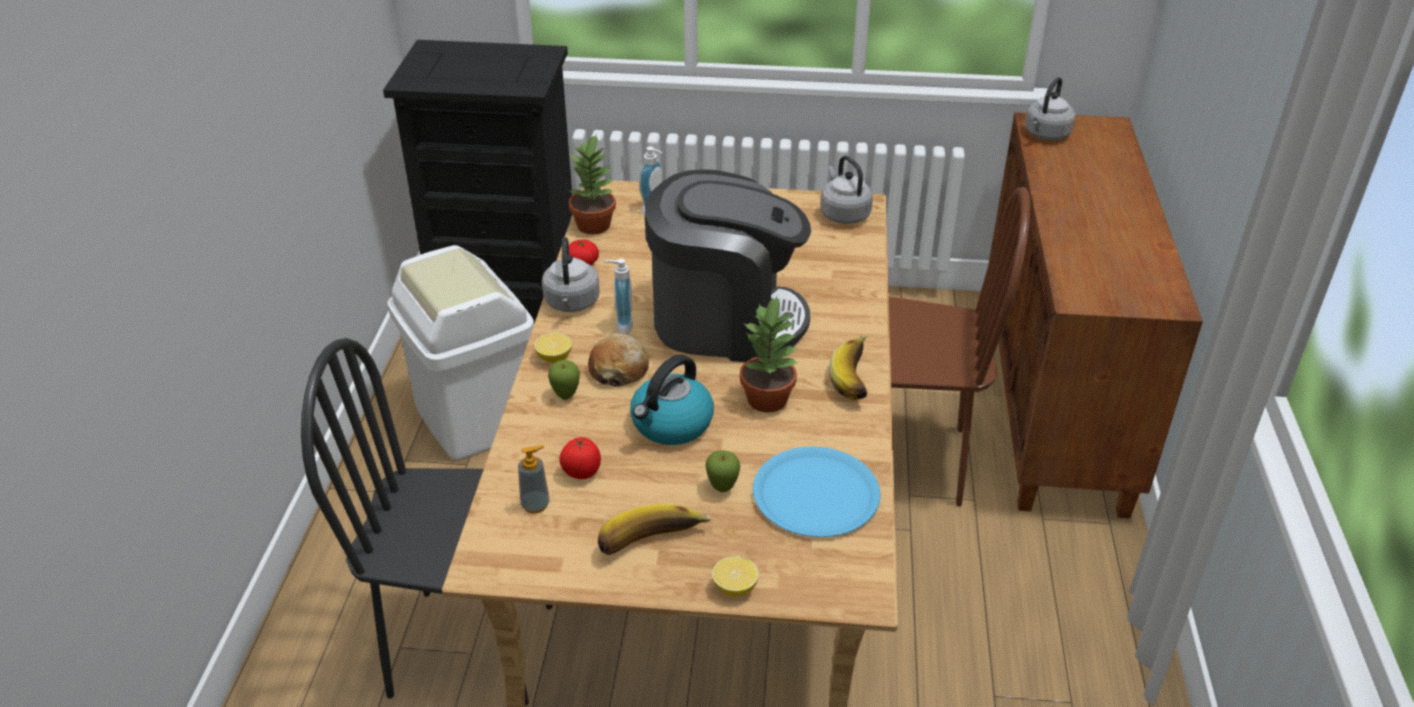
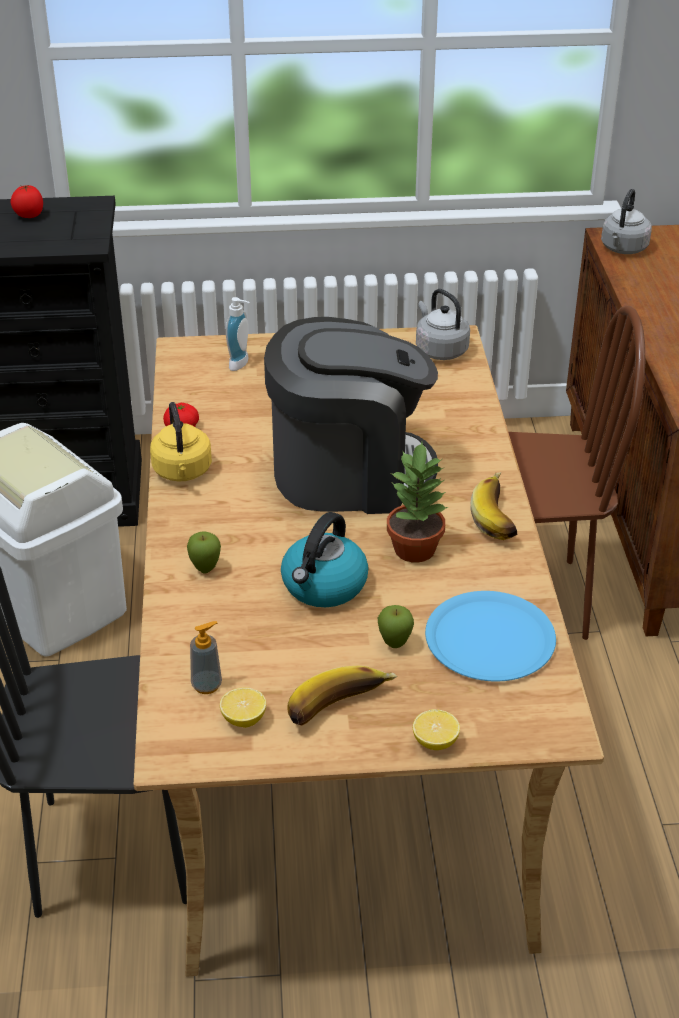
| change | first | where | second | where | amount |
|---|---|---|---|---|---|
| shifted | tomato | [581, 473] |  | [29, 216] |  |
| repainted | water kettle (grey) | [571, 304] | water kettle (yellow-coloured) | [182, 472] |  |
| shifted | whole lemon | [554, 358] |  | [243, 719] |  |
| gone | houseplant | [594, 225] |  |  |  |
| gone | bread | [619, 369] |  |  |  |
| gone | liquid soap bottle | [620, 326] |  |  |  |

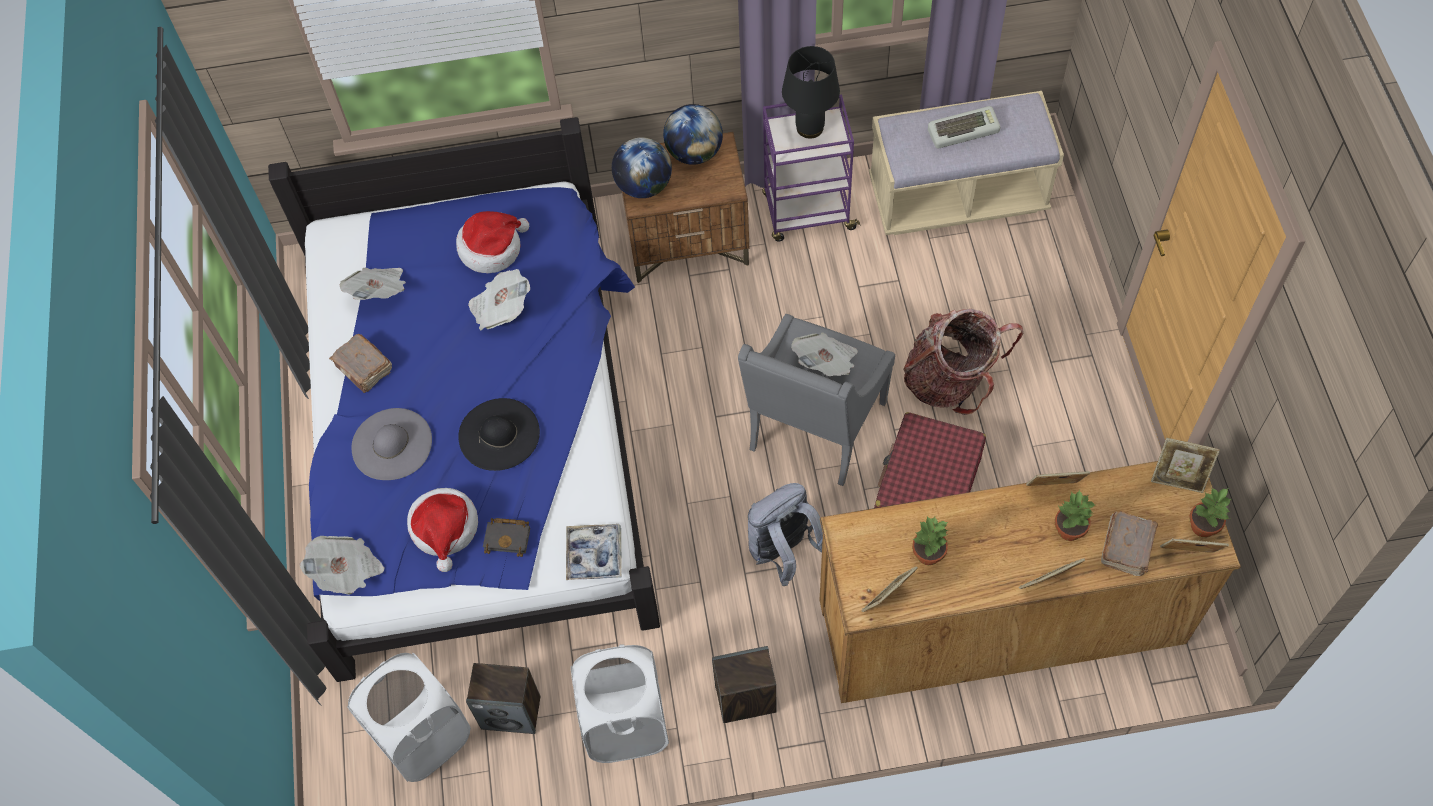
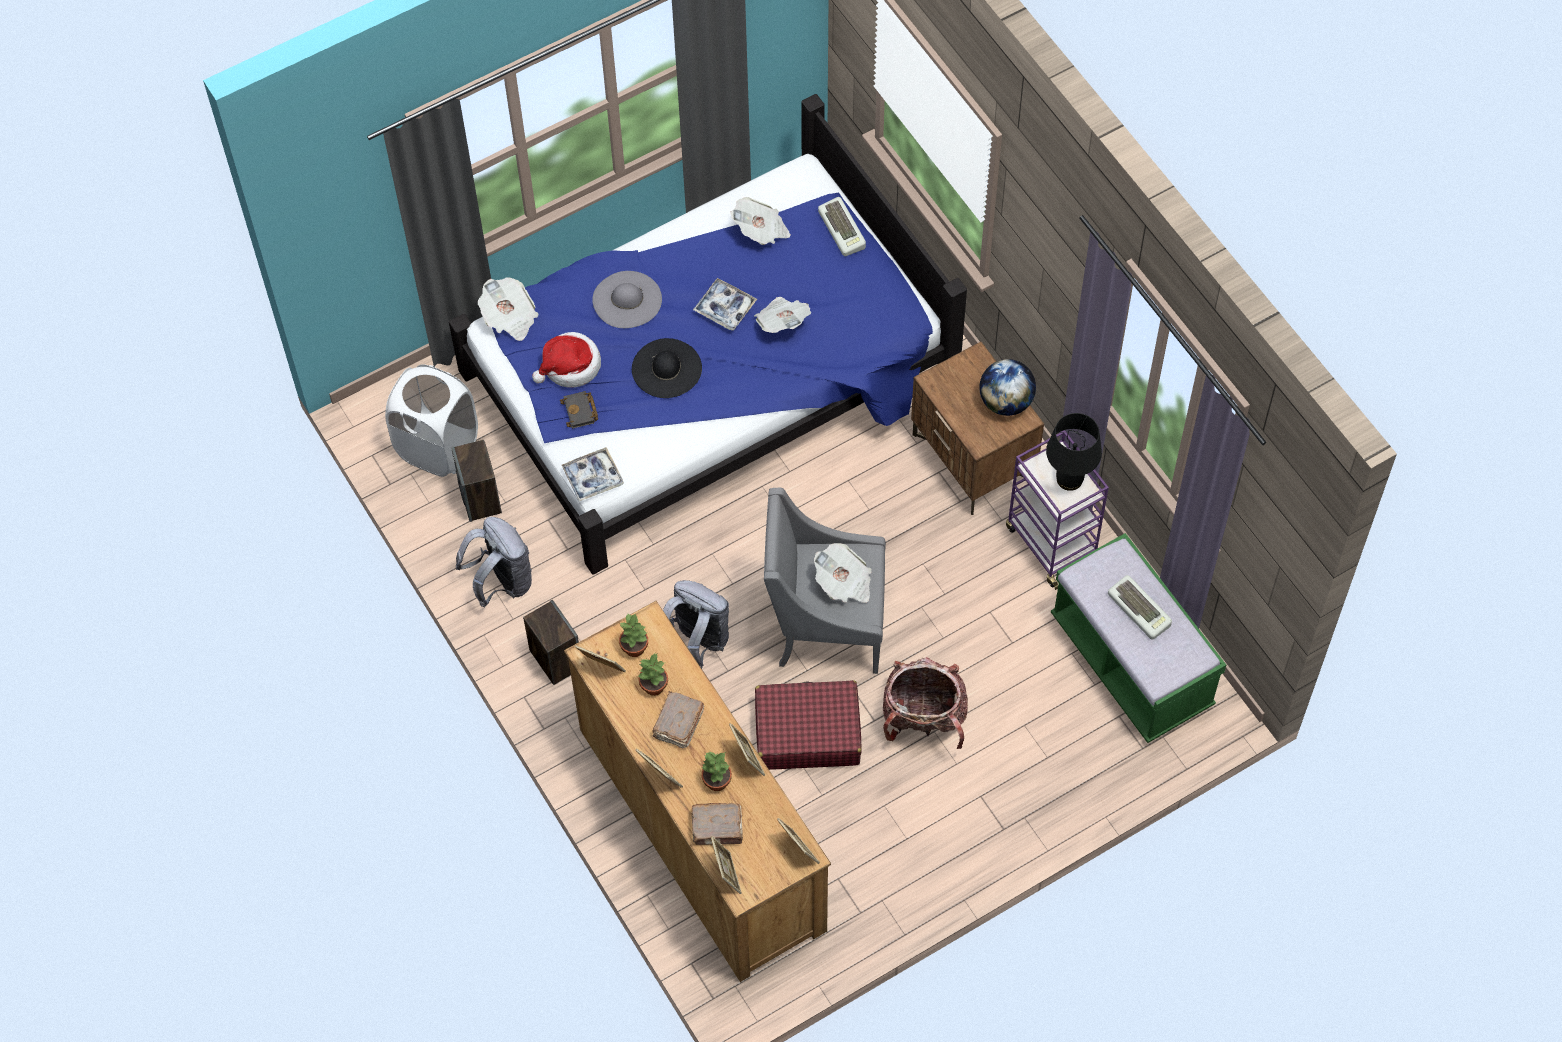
| change | first | where | second | where | amount |
|---|---|---|---|---|---|
| swapped | laundry basket (whitish) | [626, 725] | rucksack (grey) | [501, 582] |  |
| shifted | houseplant | [1203, 525] |  | [635, 647] |  |
| shifted | volume (brown-coloured) | [364, 369] |  | [678, 724] |  |
| new |  |  | carrying tray | [725, 308] |  |
| rotated | standing frame | [1178, 478] |  | [798, 851] | 150 degrees clockwise |
| new |  |  | keyboard | [843, 230] |  |
| repainted | bench (beige) | [957, 197] | bench (green) | [1131, 662] |  |
| gone | clothing hat | [492, 248] |  |  |  |
| gone | globe | [644, 186] |  |  |  |

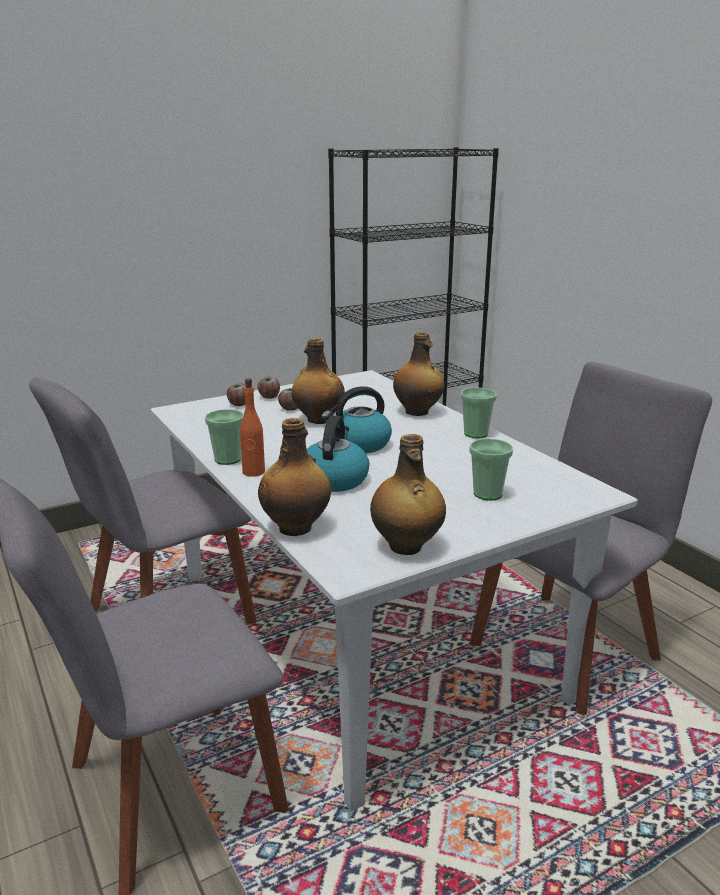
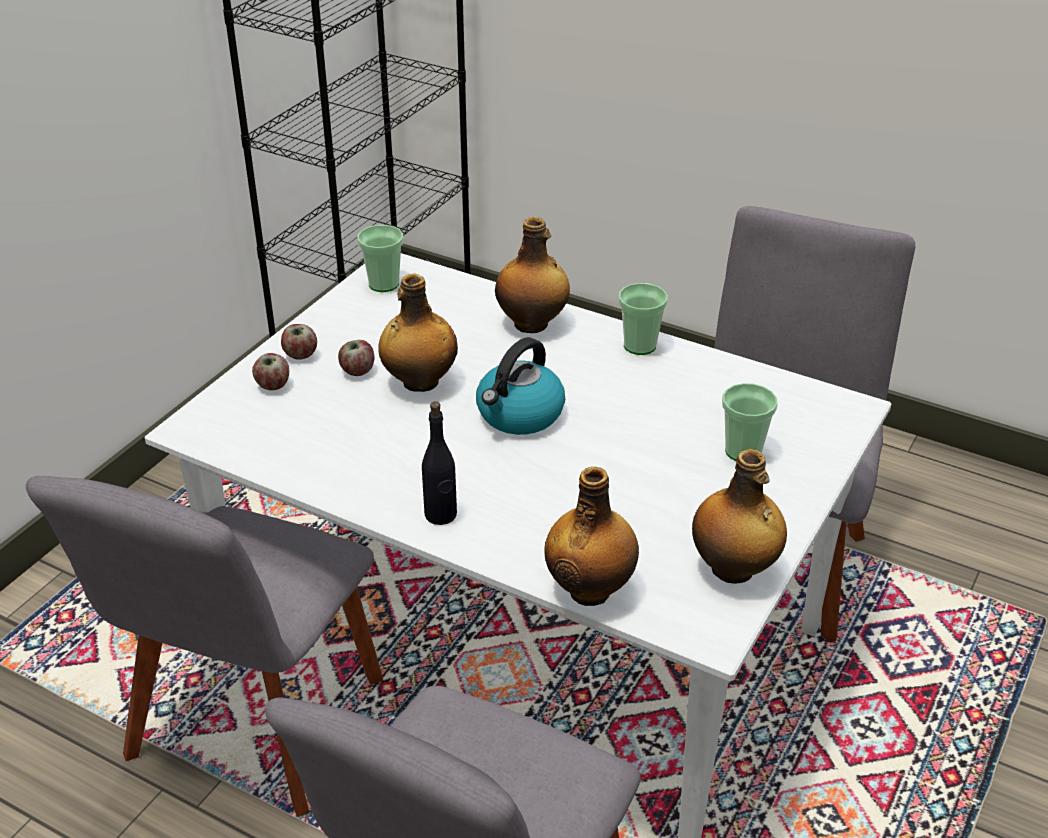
| change | first | where | second | where | amount |
|---|---|---|---|---|---|
| shifted | cup | [227, 459] |  | [383, 284] |  |
| repainted | bottle (orange) | [253, 472] | bottle (black-coloured) | [441, 515] |  |
| gone | water kettle | [334, 479] |  |  |  |

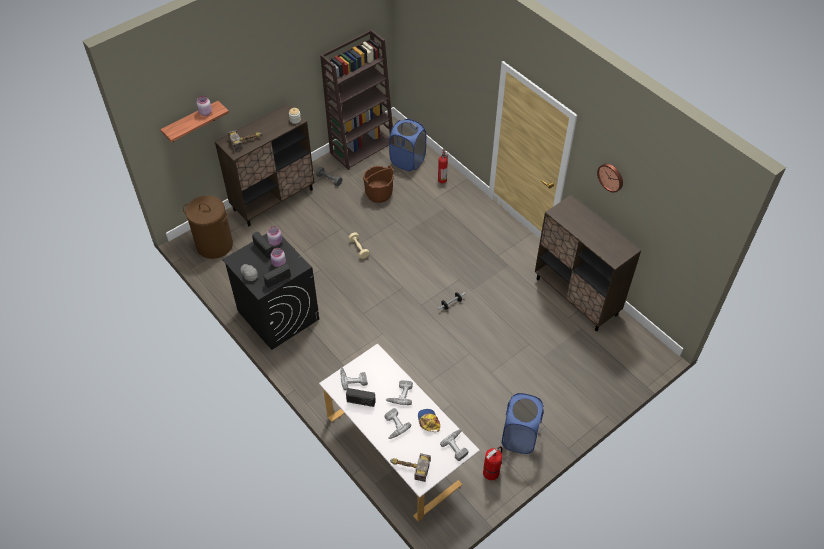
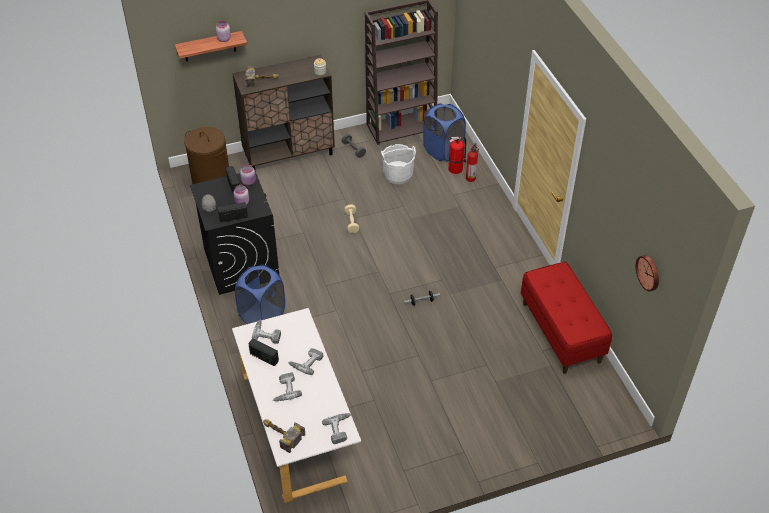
| change | first | where | second | where | amount |
|---|---|---|---|---|---|
| shifted | laundry basket (blue-coloured) | [519, 437] |  | [262, 316] |  |
| repainted | pail (brown-coloured) | [379, 193] | pail (whitish) | [398, 175] |  |
| shifted | fire-fighting cylinder | [491, 472] |  | [456, 168] |  |
| swapped | cabinet (brown-coloured) | [576, 297] | bench (red) | [561, 332] |  |
| shifted | clock on the wall | [611, 177] |  | [649, 272] |  |
| gone | baseball cap | [428, 421] |  |  |  |

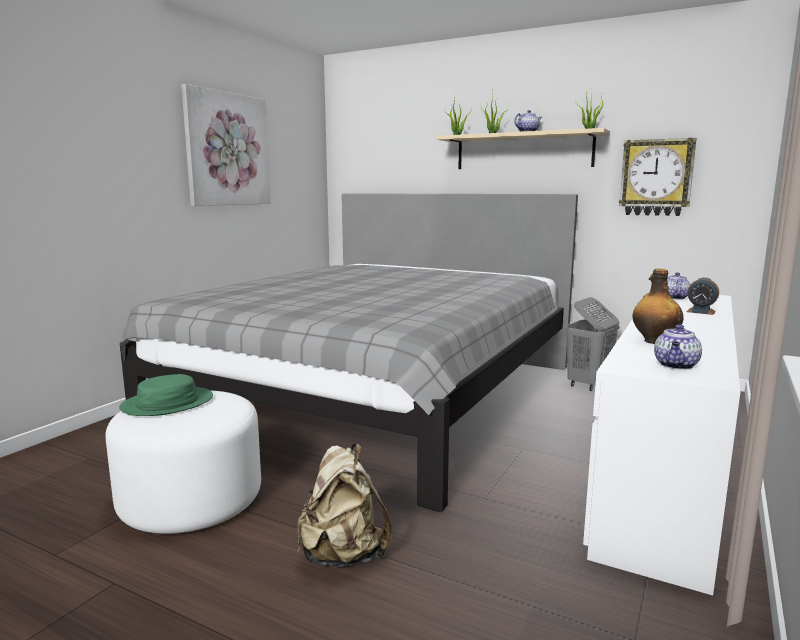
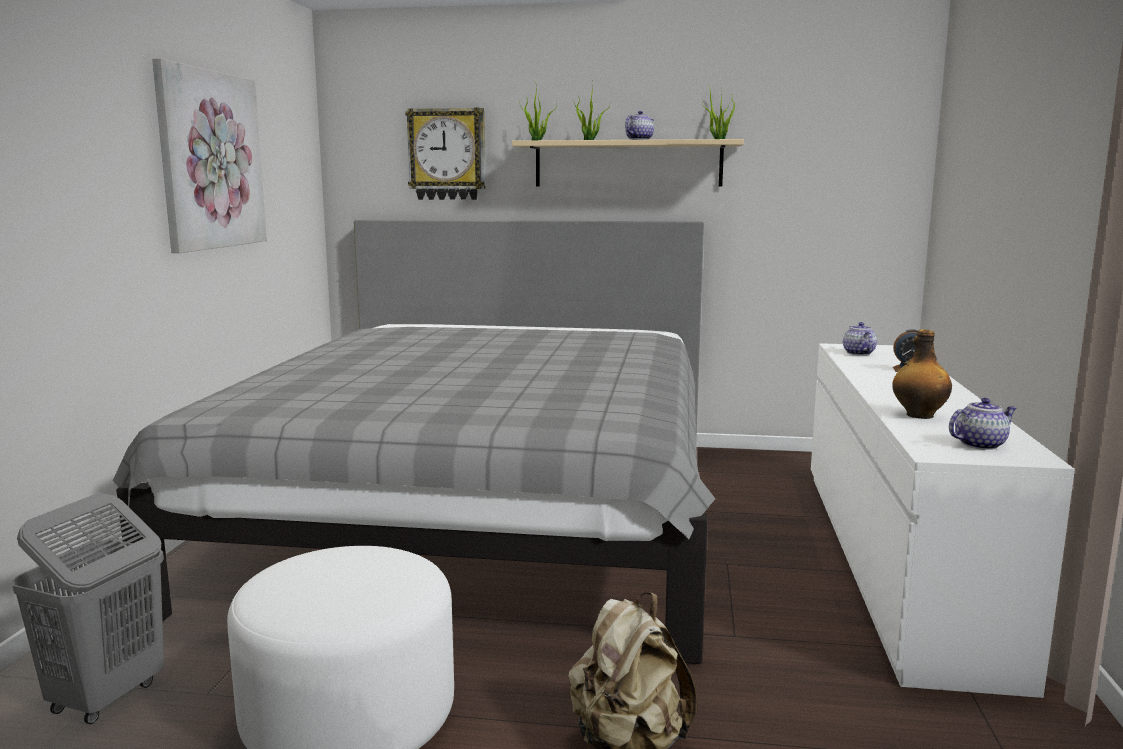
| change | first | where | second | where | amount |
|---|---|---|---|---|---|
| shifted | laundry basket (grey) | [588, 384] |  | [106, 698] |  |
| shifted | clock on the wall | [656, 177] |  | [447, 154] |  |
| rotated | teapot | [676, 366] |  | [980, 444] | 120 degrees counterclockwise |
| gone | clothing hat (green) | [167, 403] |  |  |  |

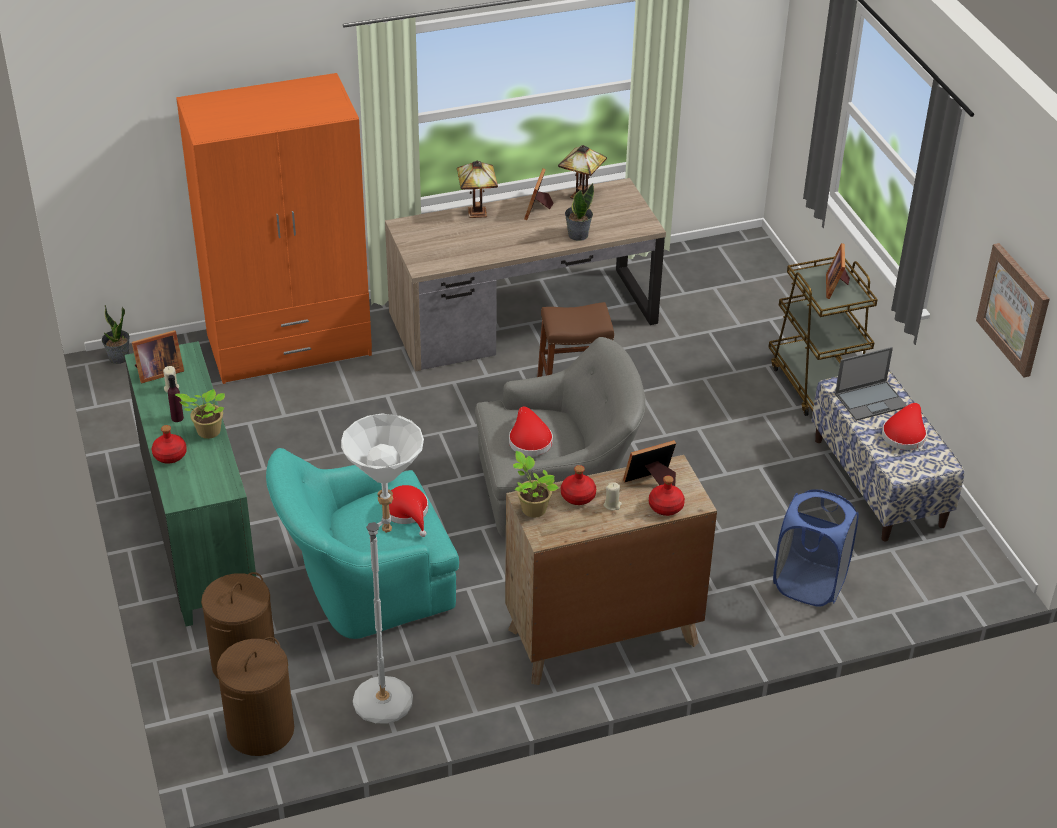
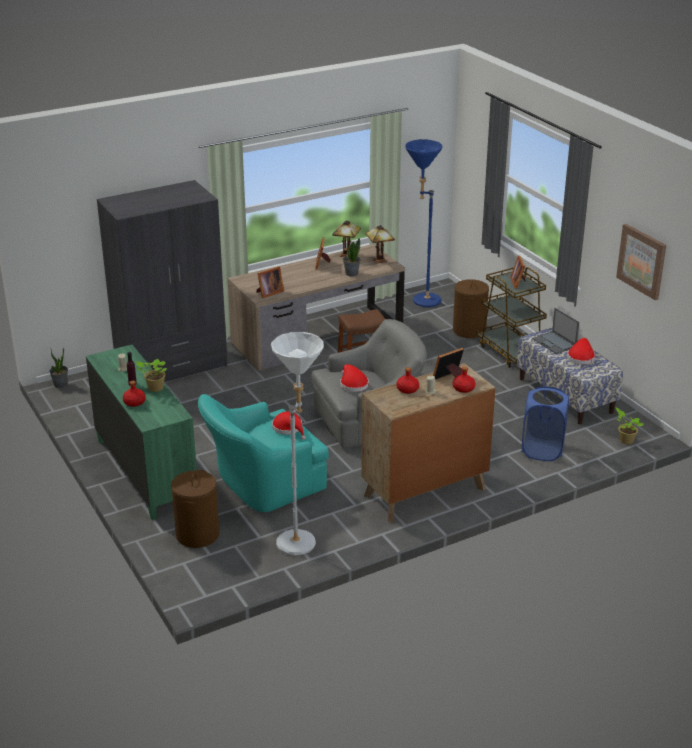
| change | first | where | second | where | amount |
|---|---|---|---|---|---|
| repainted | wardrobe (orange) | [290, 345] | wardrobe (grey) | [172, 366] |  |
| shifted | standing frame | [157, 372] |  | [269, 293] |  |
| shifted | lamp for a table | [476, 212] |  | [378, 260] |  |
| new |  |  | standard lamp (blue-coloured) | [420, 300] |  |
| shifted | laundry basket (brown-coloured) | [260, 730] |  | [469, 330] |  |
| rotated | portable computer | [871, 400] |  | [554, 343] | 90 degrees clockwise |
| shifted | houseplant | [532, 508] |  | [625, 440] |  |

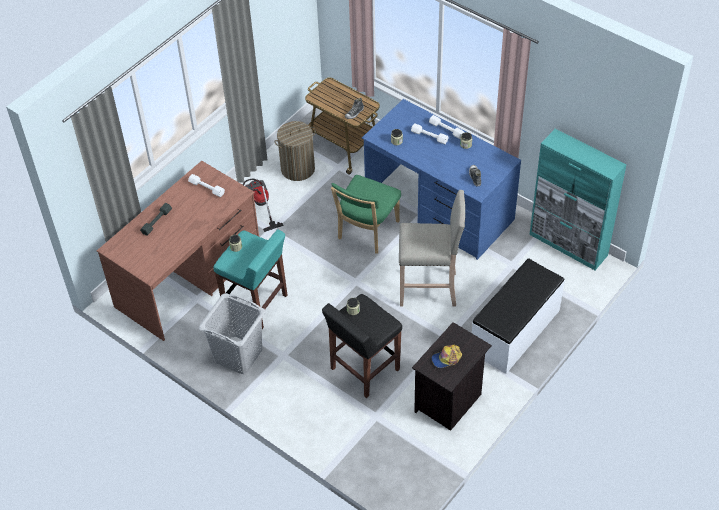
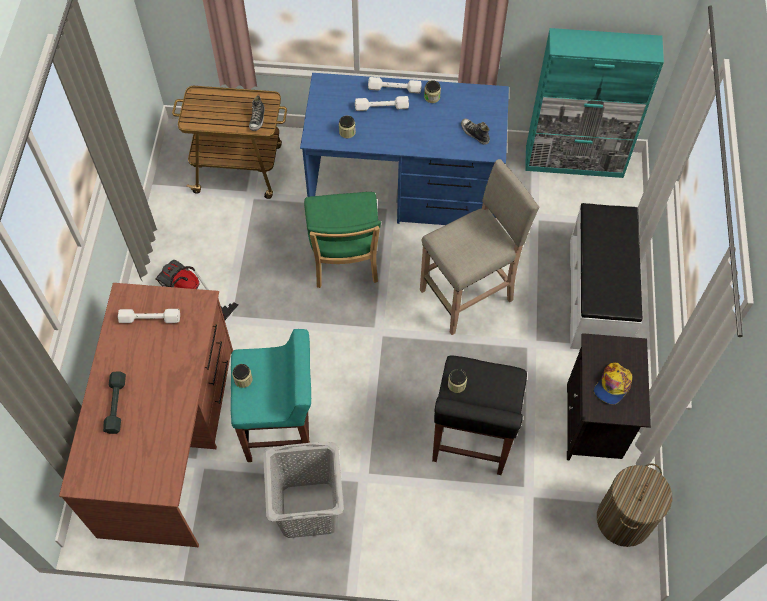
| change | first | where | second | where | amount |
|---|---|---|---|---|---|
| shifted | laundry basket | [297, 169] |  | [624, 520] |  |

